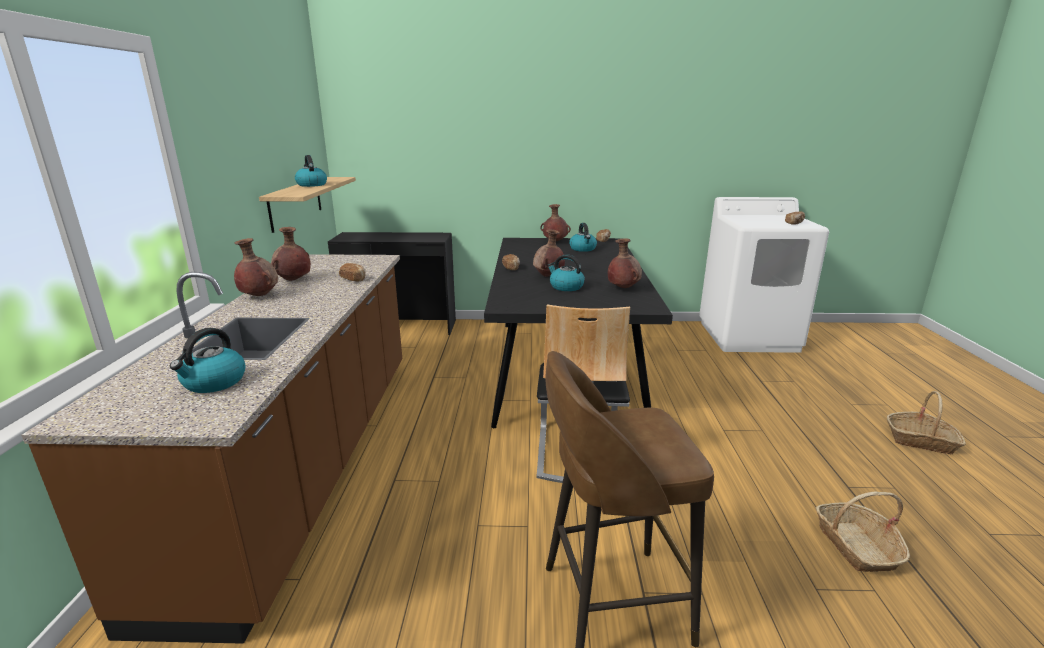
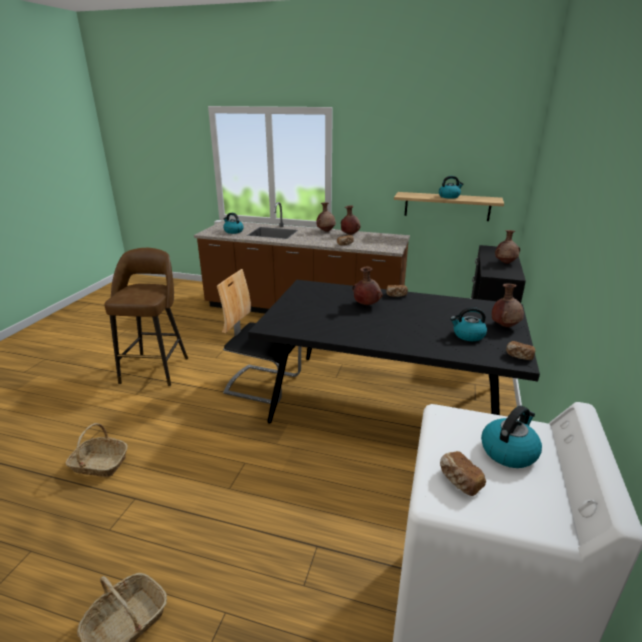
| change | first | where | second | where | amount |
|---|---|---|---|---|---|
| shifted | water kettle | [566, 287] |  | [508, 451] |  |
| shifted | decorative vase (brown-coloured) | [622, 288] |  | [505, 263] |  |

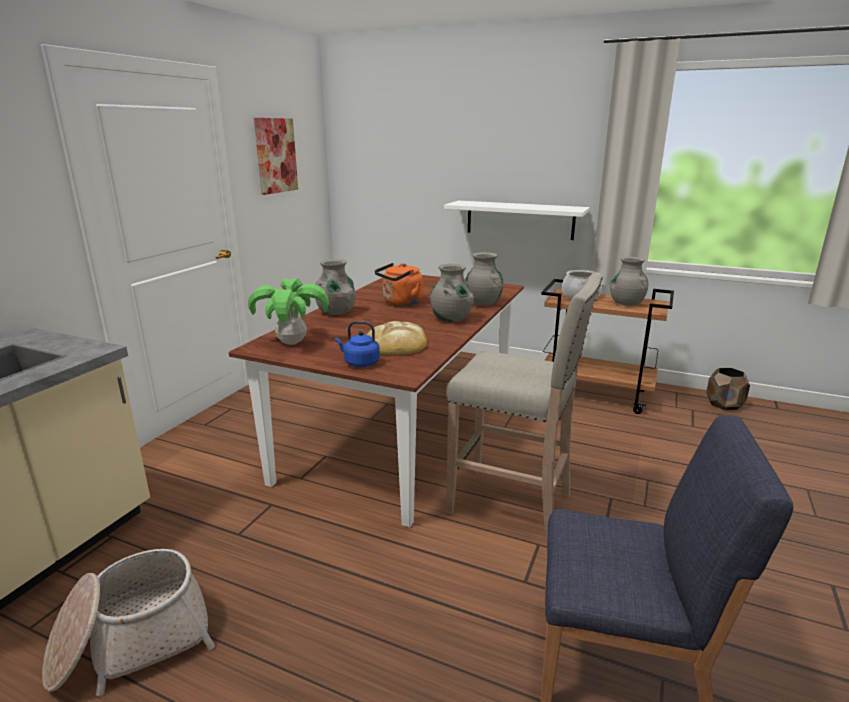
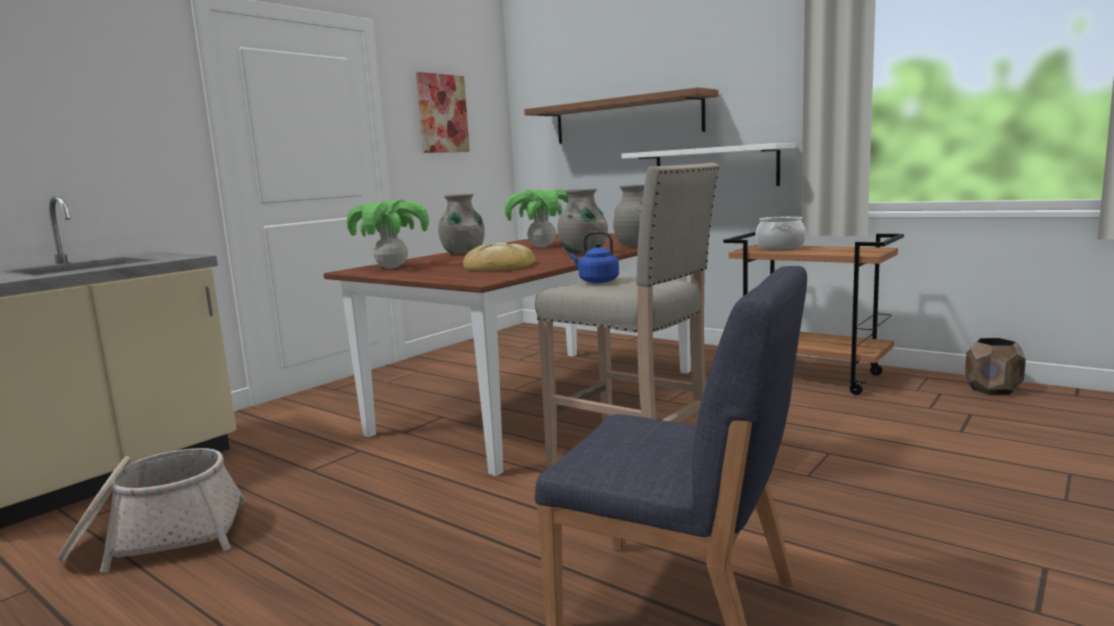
| change | first | where | second | where | amount |
|---|---|---|---|---|---|
| swapped | water kettle (orange) | [400, 302] | houseplant | [542, 247] |  |
| new |  |  | wall shelf | [626, 119] |  |
| shifted | water kettle (blue-coloured) | [359, 363] |  | [596, 281] |  |
| gone | decorative vase (grey) | [626, 303] |  |  |  |

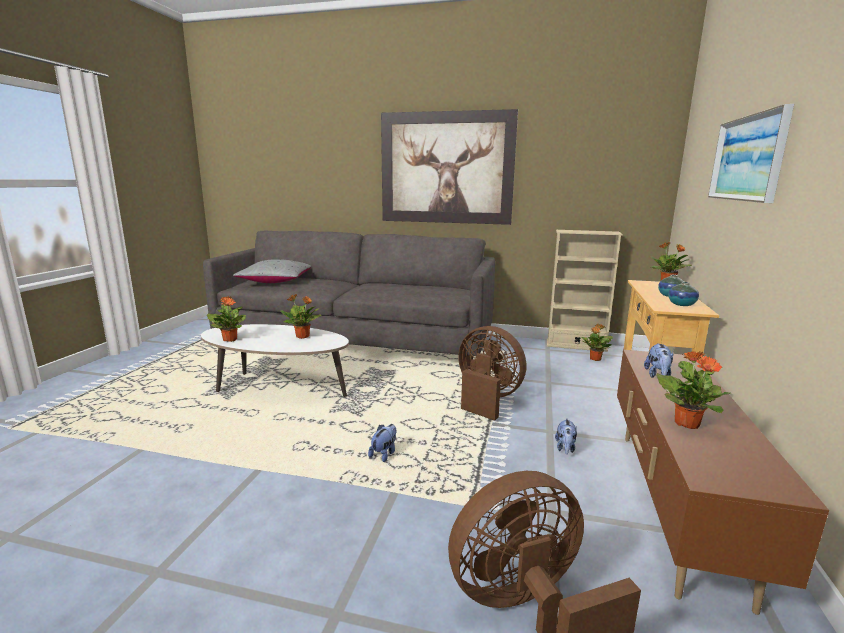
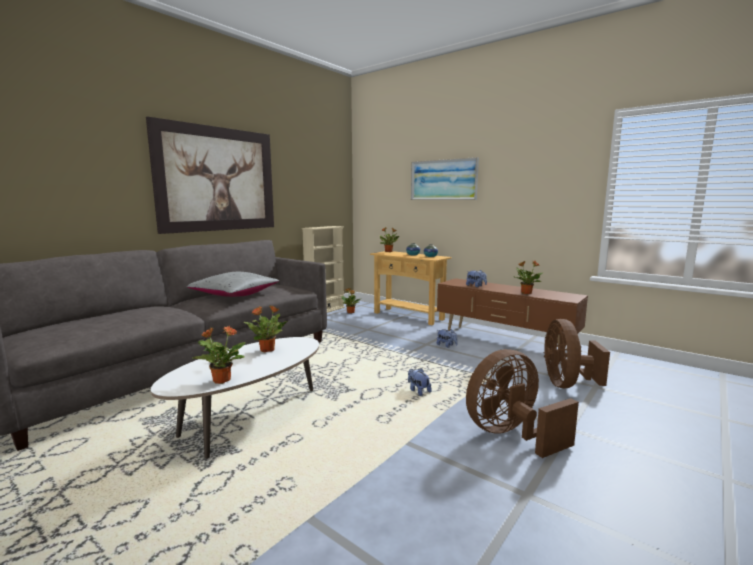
| change | first | where | second | where | amount |
|---|---|---|---|---|---|
| shifted | cushion (grey) | [276, 281] |  | [235, 294] |  |
| shifted | electric fan (brown-coloured) | [486, 399] |  | [511, 435] |  |

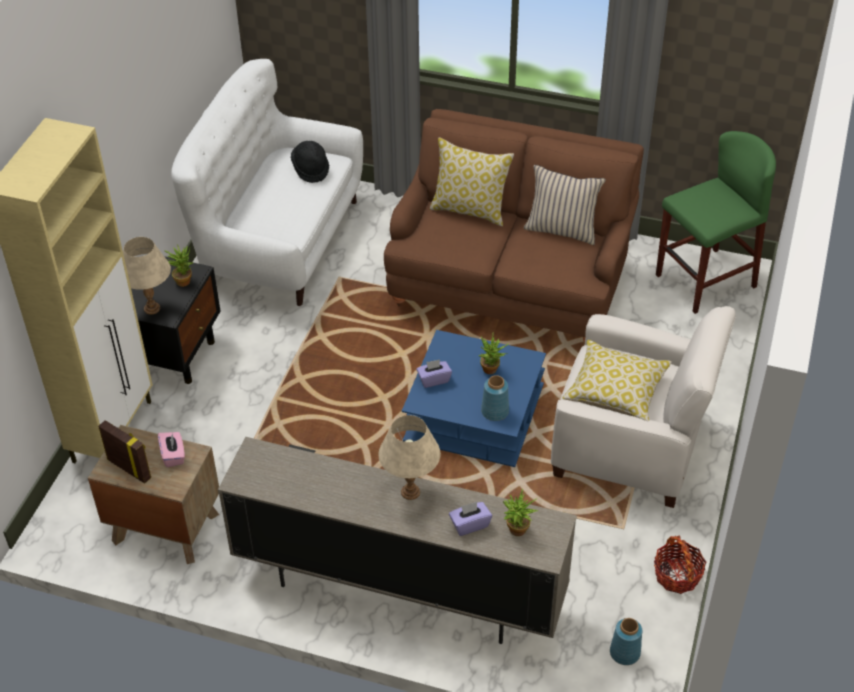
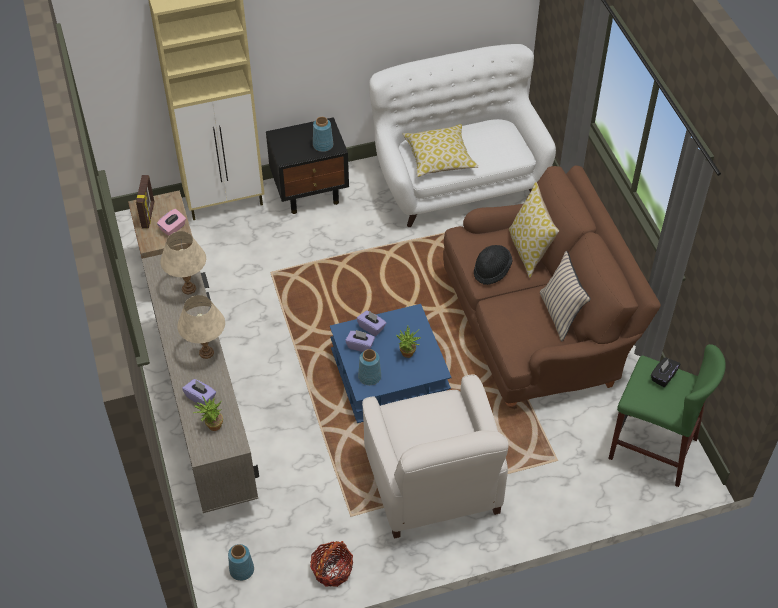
| change | first | where | second | where | amount |
|---|---|---|---|---|---|
| shifted | lamp for a table (beige) | [152, 308] |  | [189, 289] |  |
| swapped | houseplant | [183, 280] | decorative vase (blue-coloured) | [323, 145] |  |
| new |  |  | tissue box (purple-coloured) | [360, 346] |  |
| shifted | cushion | [616, 391] |  | [439, 158] |  |
| shifted | clothing hat (black-coloured) | [311, 169] |  | [491, 270] |  |
| new |  |  | tissue box (black-coloured) | [663, 377] |  |

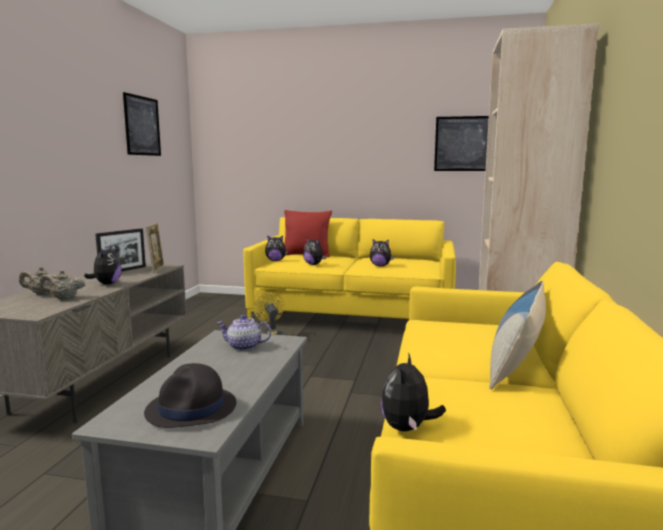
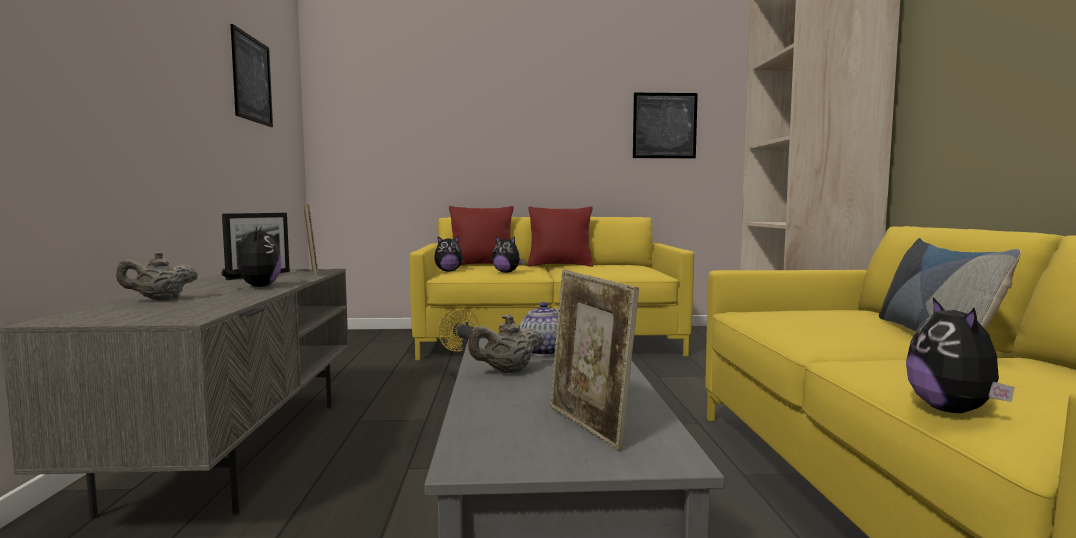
| change | first | where | second | where | amount |
|---|---|---|---|---|---|
| shifted | teapot (beige) | [64, 298] |  | [507, 371] |  |
| new |  |  | cushion (red) | [560, 265] |  |
| swapped | clothing hat (black-coloured) | [191, 409] | standing frame | [588, 426] |  |
| gone | plush toy | [380, 266] |  |  |  |

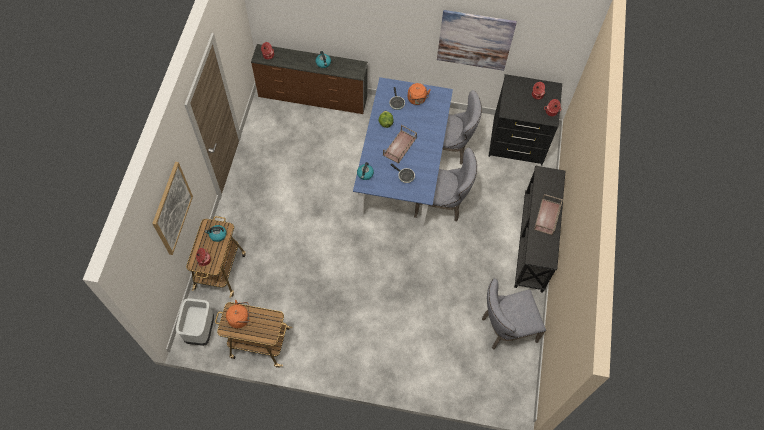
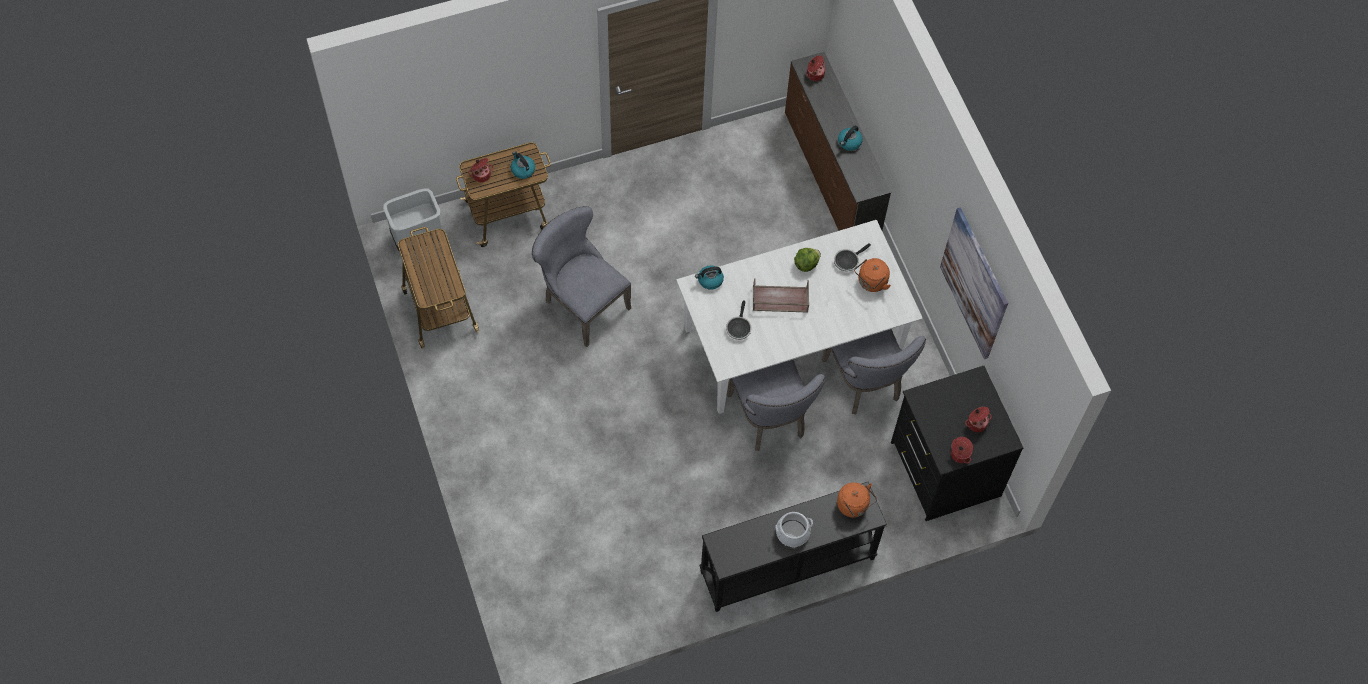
| change | first | where | second | where | amount |
|---|---|---|---|---|---|
| shifted | chair (grey) | [505, 329] |  | [581, 303] |  |
| repainted | dinner table (blue-coloured) | [401, 169] | dinner table (whitish) | [792, 342] |  |
| swapped | carrying tray (brown-coloured) | [547, 217] | stockpot | [792, 533] |  |
| shifted | water kettle (orange) | [240, 318] |  | [854, 506] |  |
| gone | wall art | [172, 208] |  |  |  |

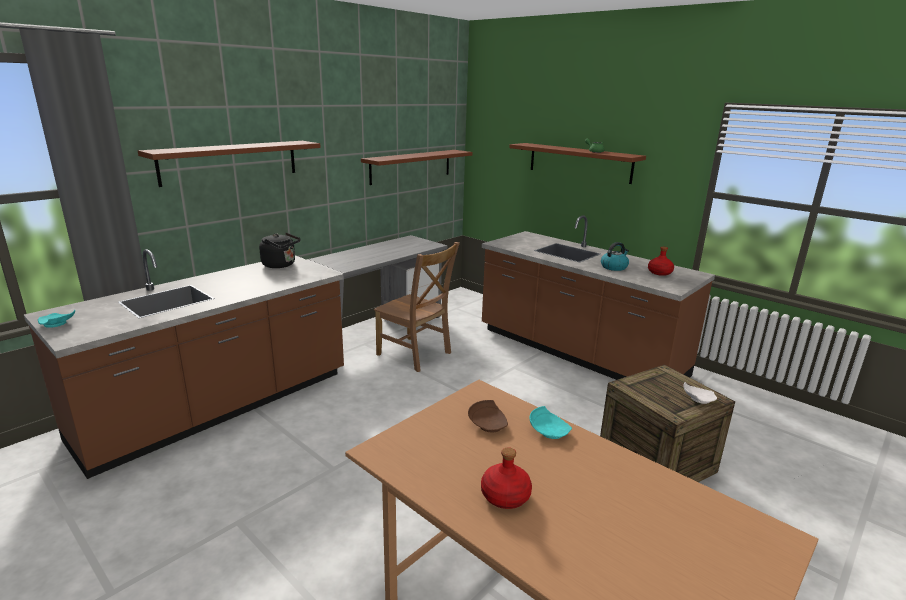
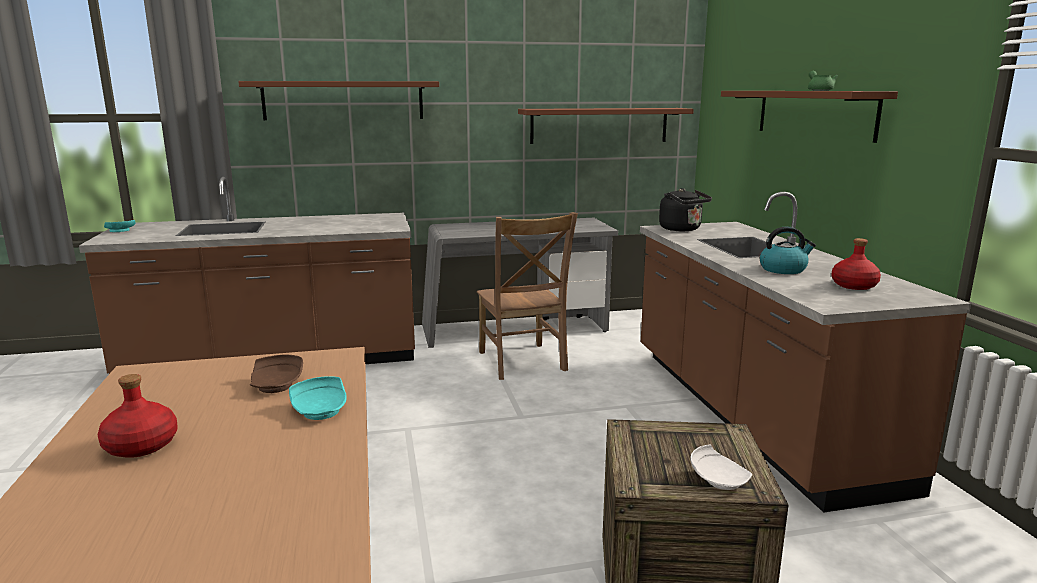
| change | first | where | second | where | amount |
|---|---|---|---|---|---|
| shifted | water kettle (black-coloured) | [281, 265] |  | [682, 229] |  |

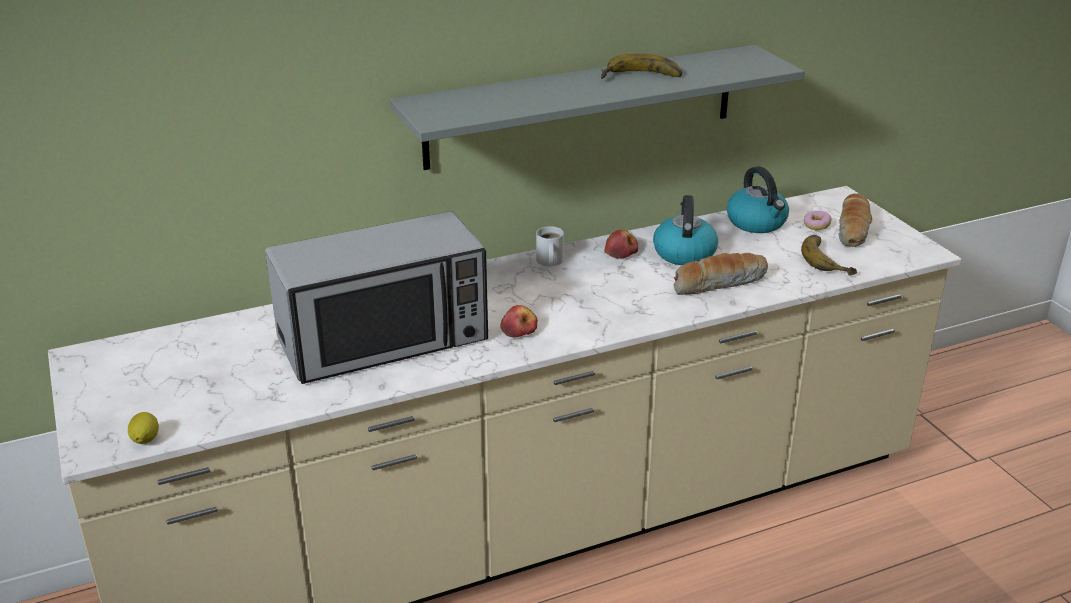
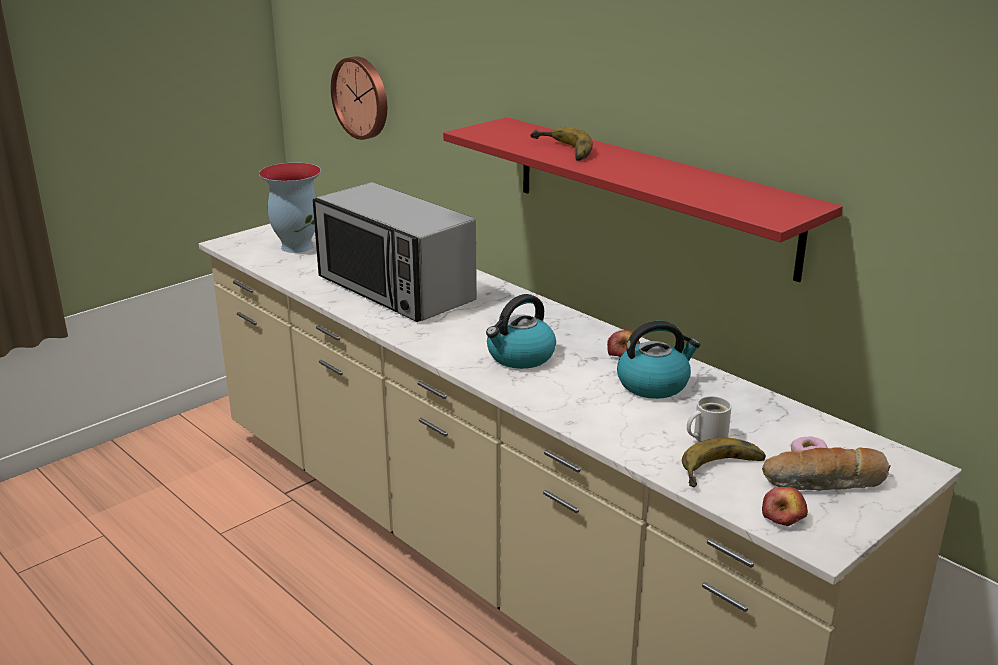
| change | first | where | second | where | amount |
|---|---|---|---|---|---|
| new |  |  | decorative vase | [296, 246] |  |
| new |  |  | clock on the wall | [362, 97] |  |
| repainted | wall shelf (grey) | [582, 106] | wall shelf (red) | [650, 194] |  |
| shifted | water kettle | [757, 223] |  | [520, 357] |  |
| shifted | banana fruit | [641, 78] |  | [560, 151] |  |
| shifted | mug (whitish) | [549, 261] |  | [707, 437] |  |
| shifted | apple | [519, 330] |  | [783, 517] |  |
| gone | whole lemon | [145, 440] |  |  |  |
| gone | bread | [719, 283] |  |  |  |

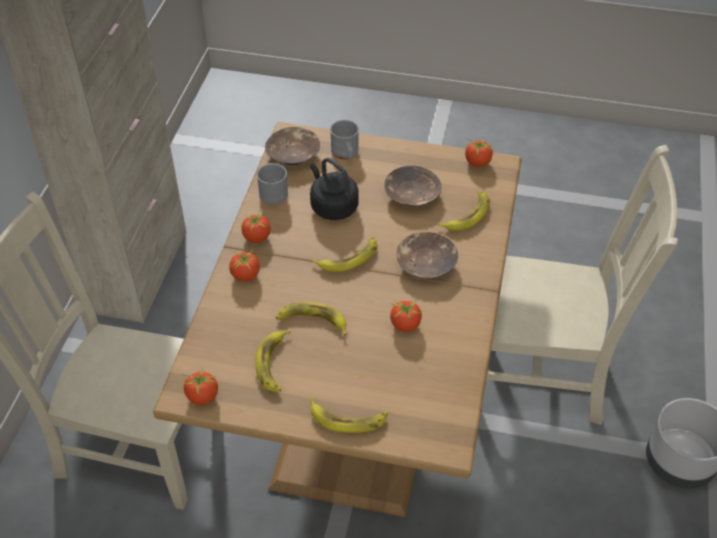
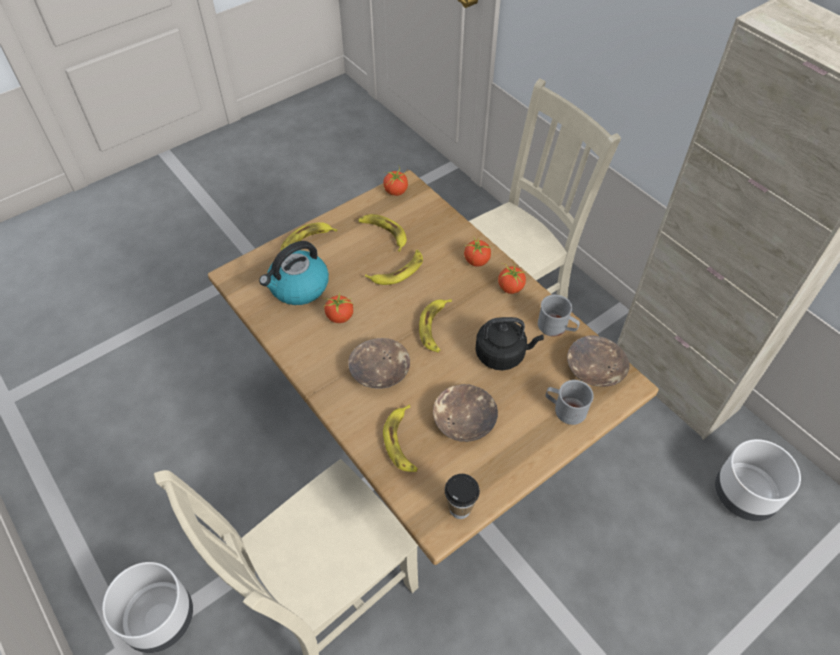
| change | first | where | second | where | amount |
|---|---|---|---|---|---|
| new |  |  | water kettle | [298, 287] |  |
| swapped | tomato | [477, 162] | cup | [460, 508] |  |
| new |  |  | flower pot (grey) | [744, 495] |  |

